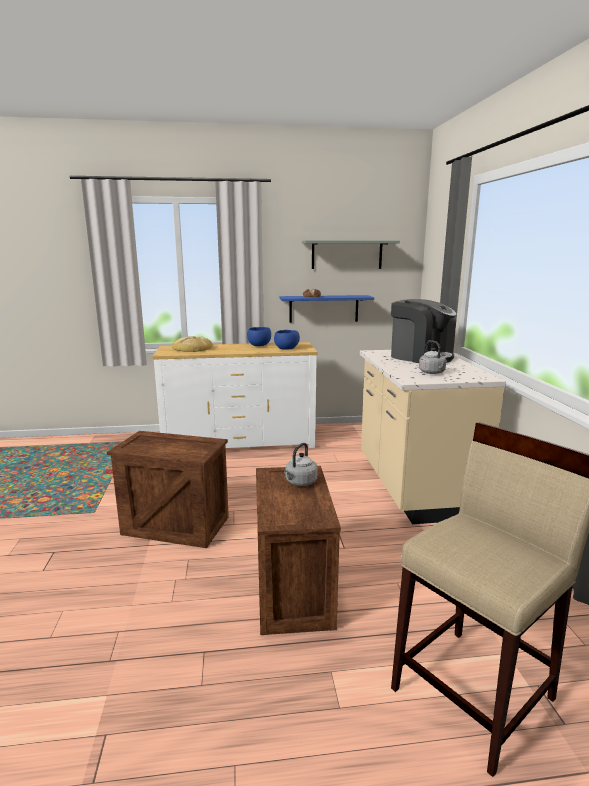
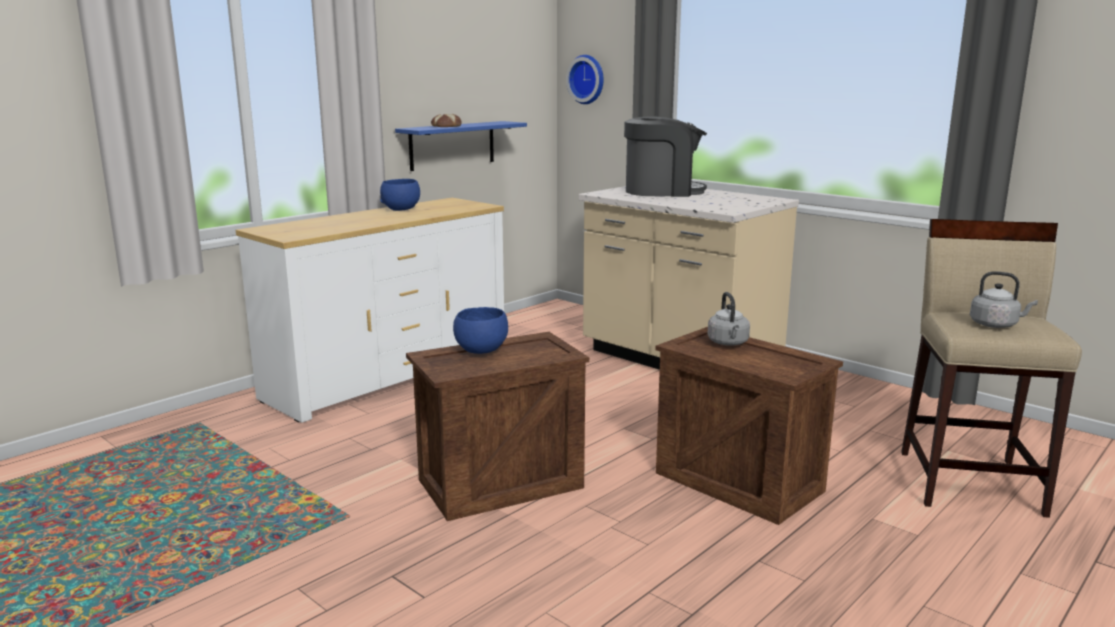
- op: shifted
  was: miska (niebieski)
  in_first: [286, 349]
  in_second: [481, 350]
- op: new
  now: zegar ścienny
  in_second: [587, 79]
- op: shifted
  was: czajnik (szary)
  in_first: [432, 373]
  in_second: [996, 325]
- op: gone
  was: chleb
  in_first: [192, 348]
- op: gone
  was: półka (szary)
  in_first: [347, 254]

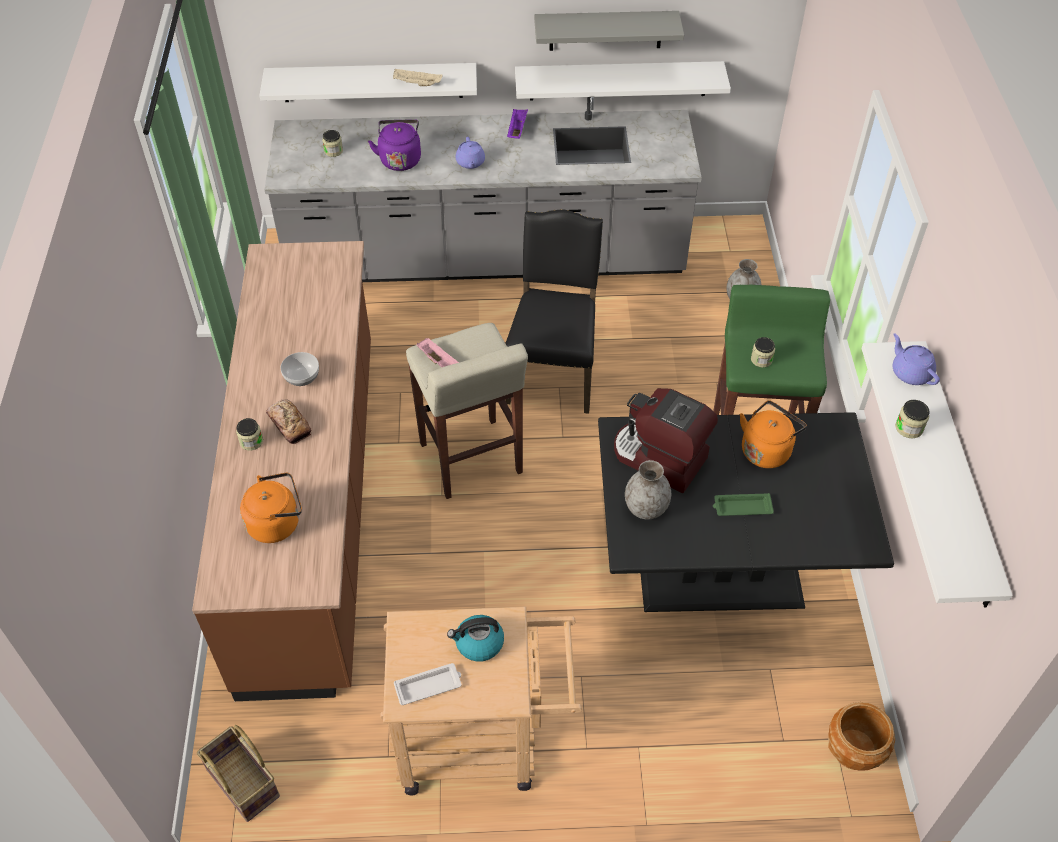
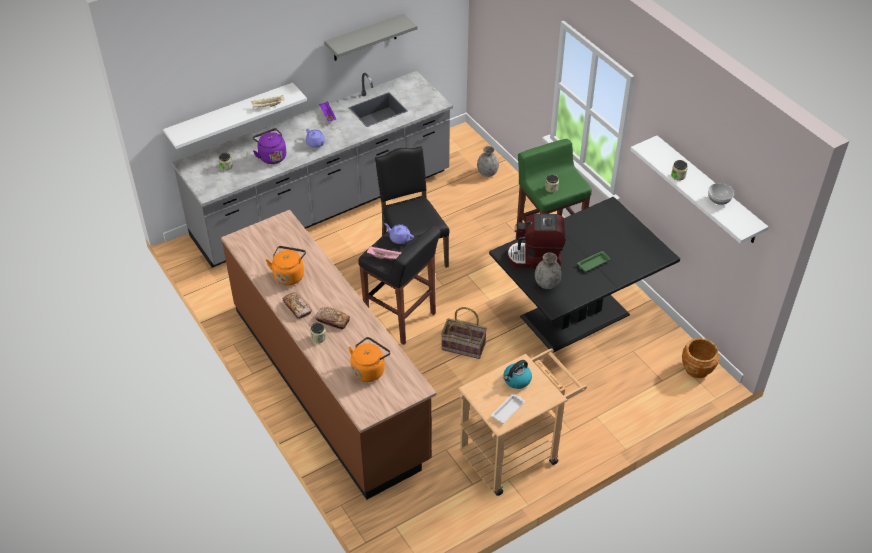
- op: shifted
  was: czajnik (pomarańczowy)
  in_first: [766, 449]
  in_second: [289, 275]
- op: new
  now: chleb
  in_second: [297, 307]
- op: repainted
  was: stołek (beżowy)
  now: stołek (czarny)
  in_first: [471, 459]
  in_second: [401, 318]
- op: shifted
  was: imbryk (fioletowy)
  in_first: [910, 372]
  in_second: [399, 238]
- op: shifted
  was: koszyk
  in_first: [244, 782]
  in_second: [463, 346]
- op: shifted
  was: miska
  in_first: [301, 377]
  in_second: [718, 199]
- op: gone
  was: półka (biały)
  in_first: [618, 80]

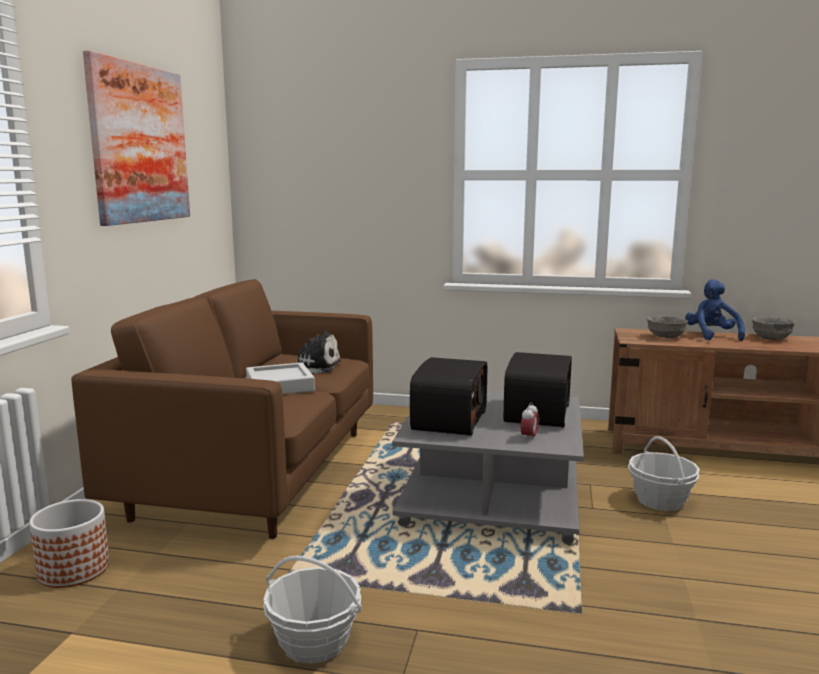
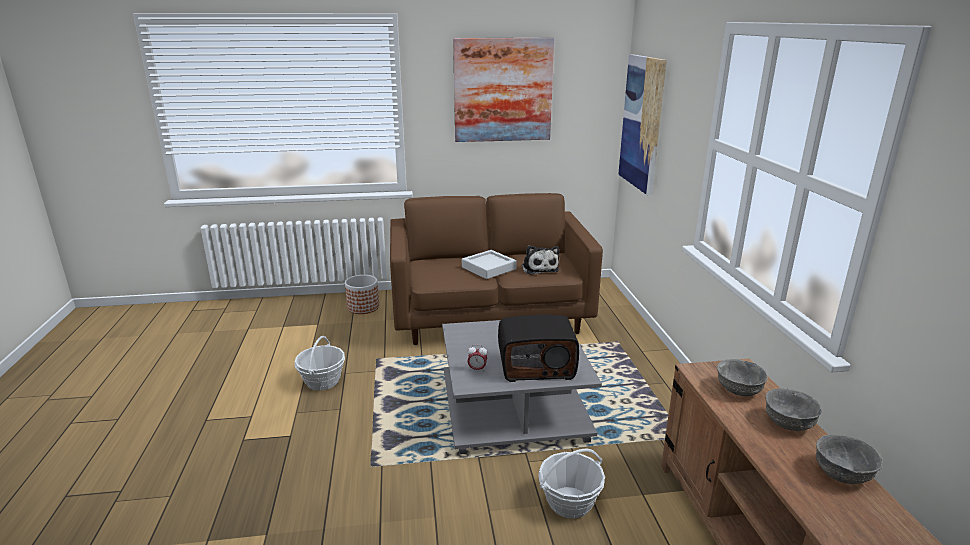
- op: new
  now: obraz
  in_second: [642, 123]
- op: swapped
  was: pluszak (niebieski)
  now: miska (szary)
  in_first: [711, 336]
  in_second: [789, 423]
- op: gone
  was: radio
  in_first: [447, 420]

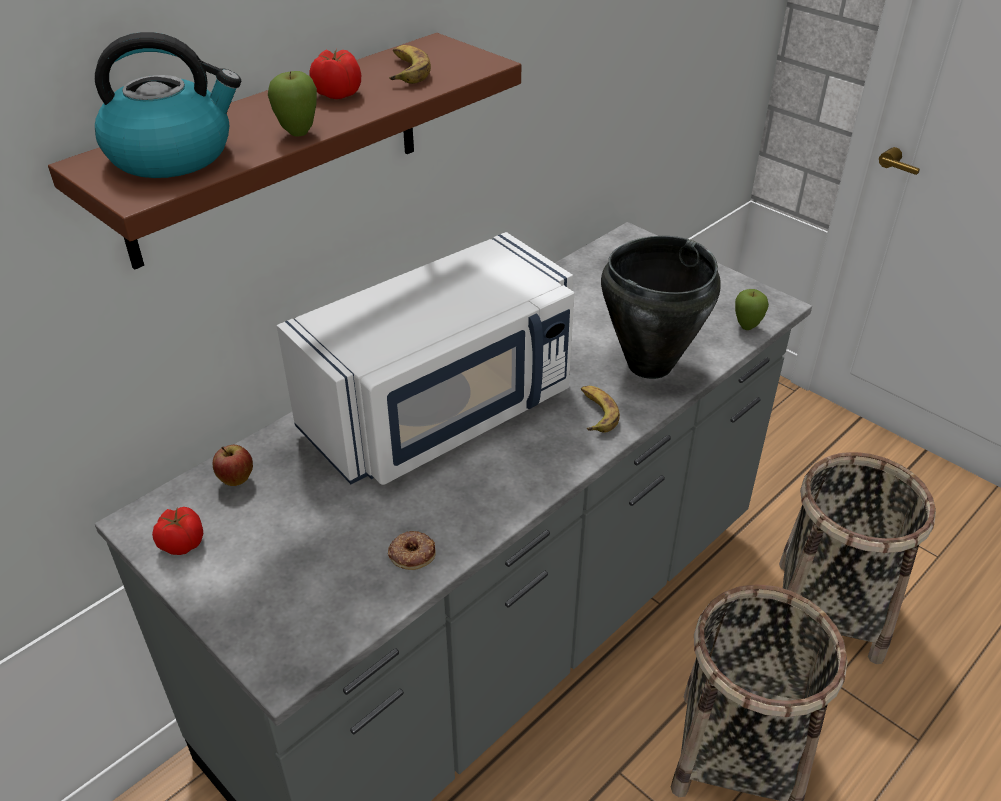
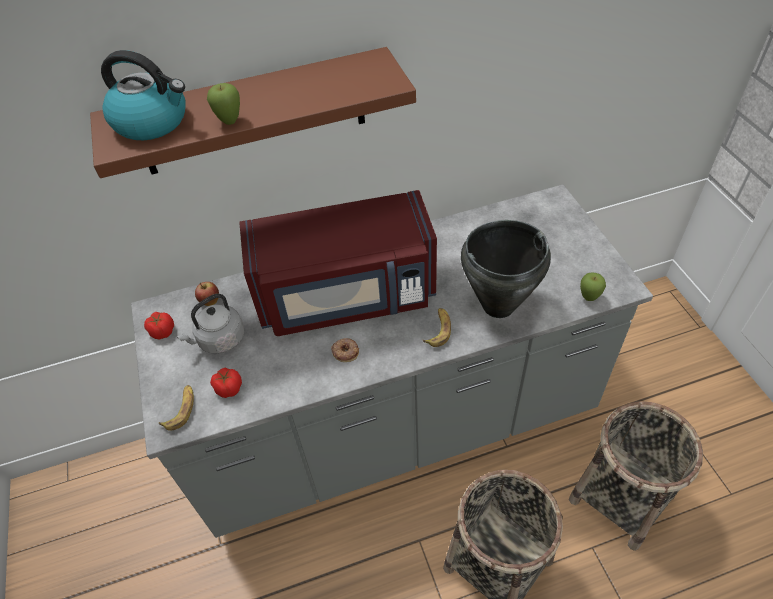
- op: shifted
  was: banan
  in_first: [406, 71]
  in_second: [181, 409]
- op: new
  now: czajnik (szary)
  in_second: [219, 340]
- op: shifted
  was: pomidor
  in_first: [337, 94]
  in_second: [228, 389]
- op: repainted
  was: mikrofalówka (biały)
  now: mikrofalówka (czerwony)
  in_first: [443, 412]
  in_second: [346, 296]
- op: shifted
  was: donut
  in_first: [412, 553]
  in_second: [345, 351]

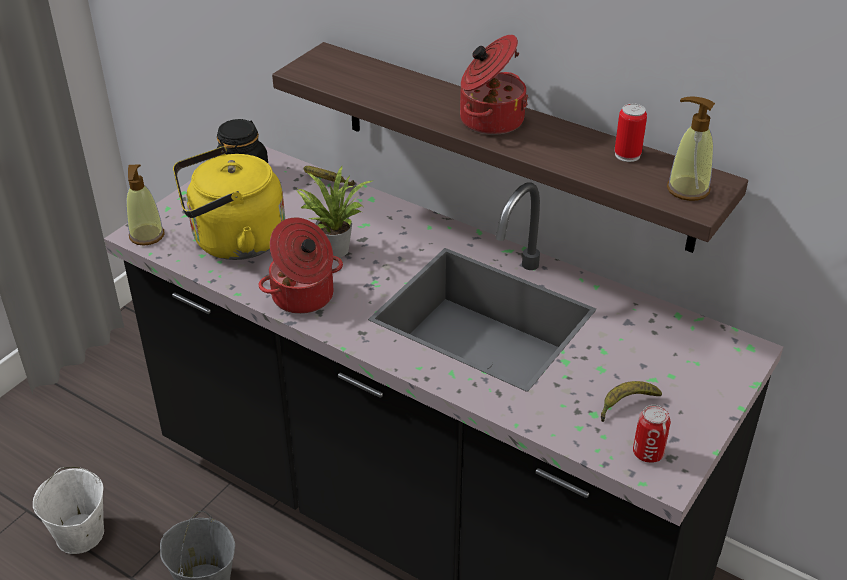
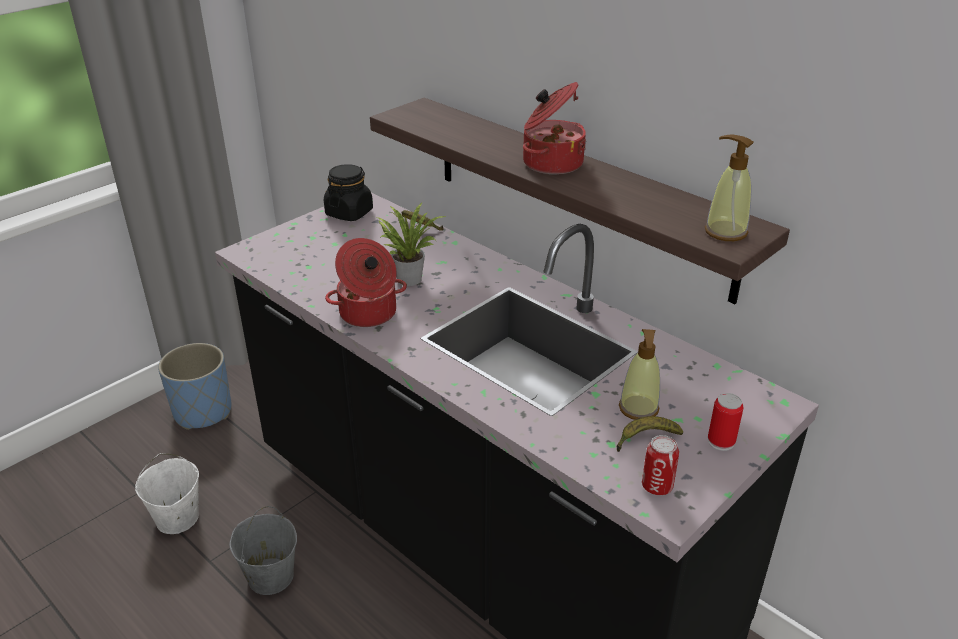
- op: new
  now: donica (niebieski)
  in_second: [203, 412]
- op: shifted
  was: dozownik mydła
  in_first: [146, 236]
  in_second: [638, 408]
- op: shifted
  was: puszka
  in_first: [627, 155]
  in_second: [721, 441]
- op: gone
  was: czajnik (żółty)
  in_first: [233, 242]

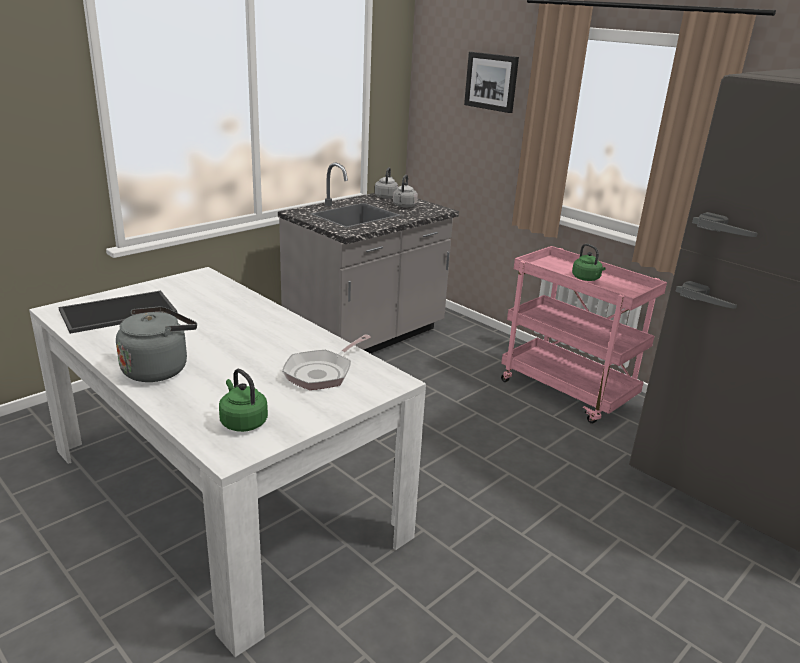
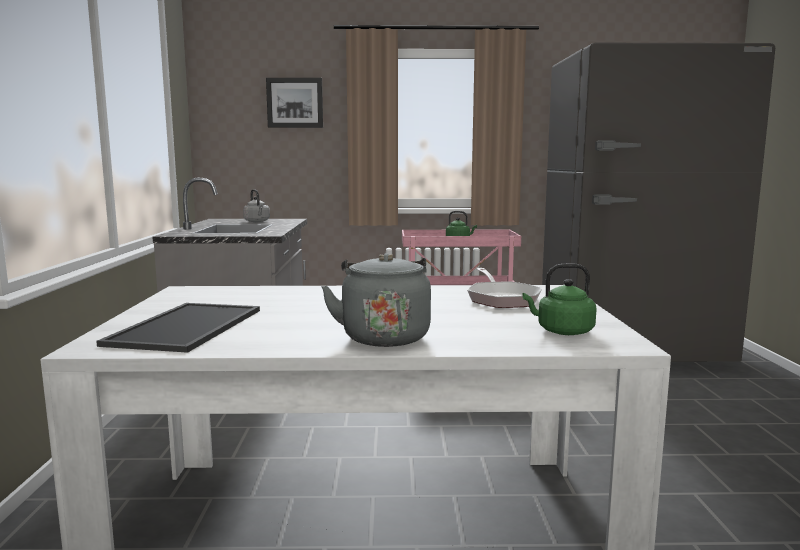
- op: gone
  was: czajnik (szary)
  in_first: [386, 196]

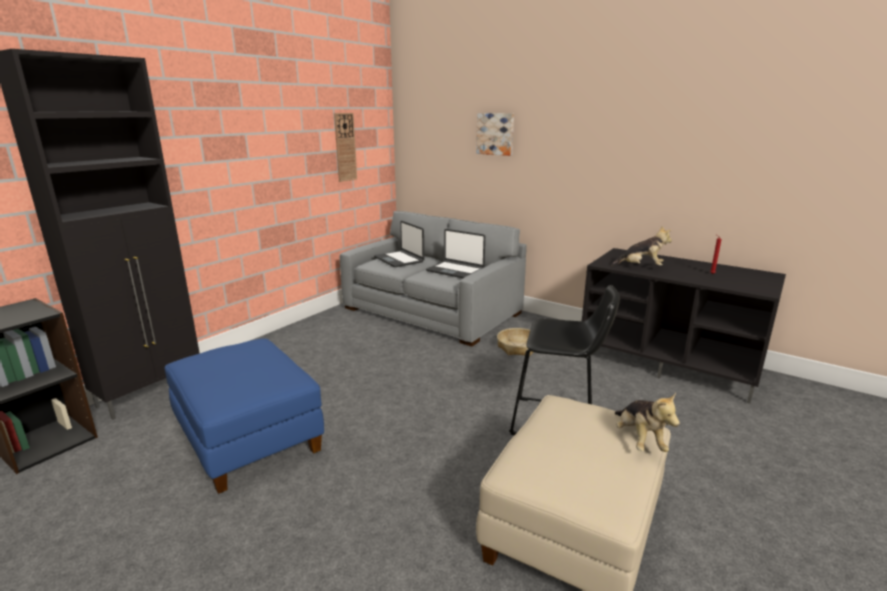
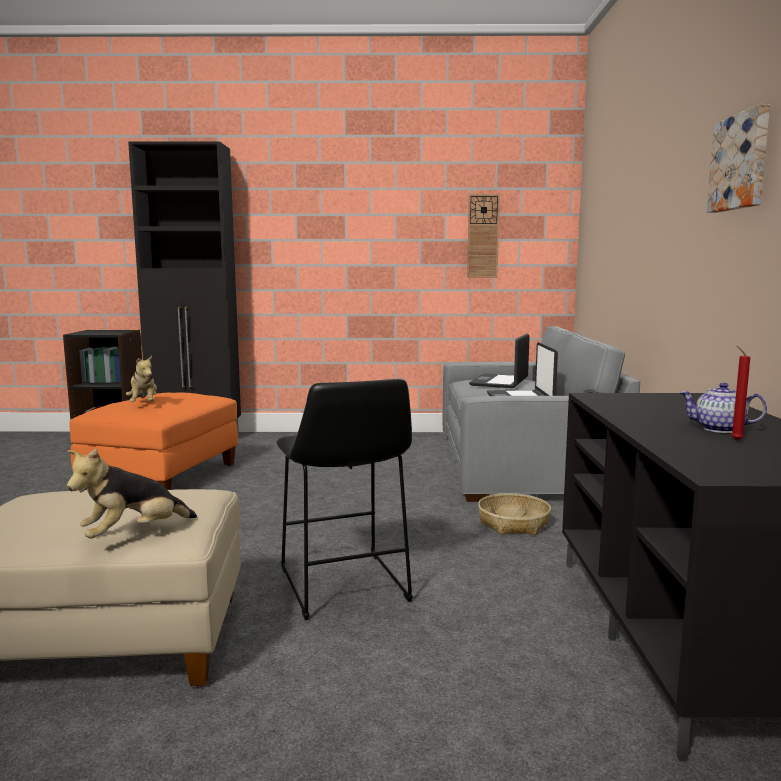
- op: repainted
  was: pufa (niebieski)
  now: pufa (pomarańczowy)
  in_first: [248, 439]
  in_second: [161, 477]
- op: shifted
  was: pluszak
  in_first: [641, 267]
  in_second: [144, 404]
- op: new
  now: imbryk
  in_second: [720, 429]
- op: shifted
  was: obraz
  in_first: [495, 134]
  in_second: [741, 162]

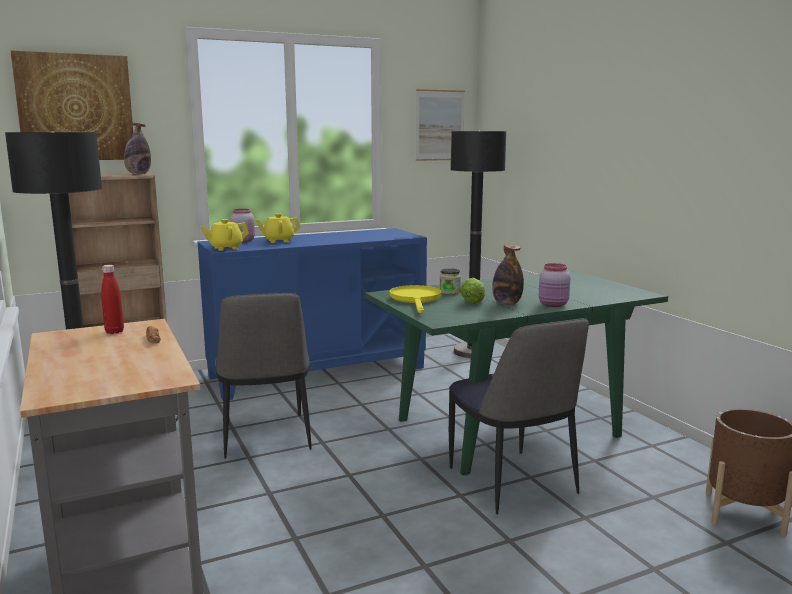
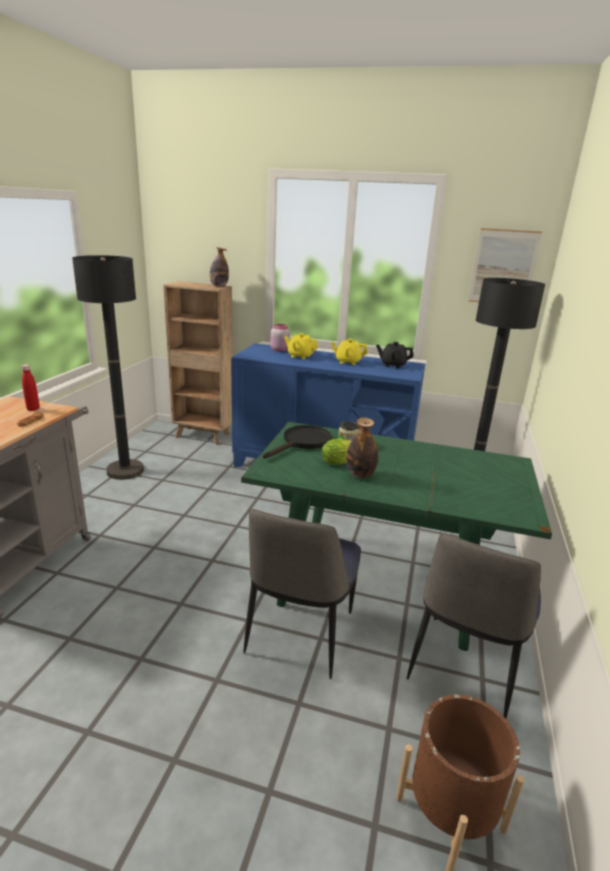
- op: repainted
  was: patelnia (żółty)
  now: patelnia (czarny)
  in_first: [416, 300]
  in_second: [302, 442]
- op: shifted
  was: imbryk (żółty)
  in_first: [225, 248]
  in_second: [348, 362]
- op: new
  now: imbryk (czarny)
  in_second: [393, 365]
- op: shifted
  was: krzesło
  in_first: [266, 437]
  in_second: [463, 667]
- op: gone
  was: obraz
  in_first: [76, 107]
- op: gone
  was: słoik (różowy)
  in_first: [554, 305]

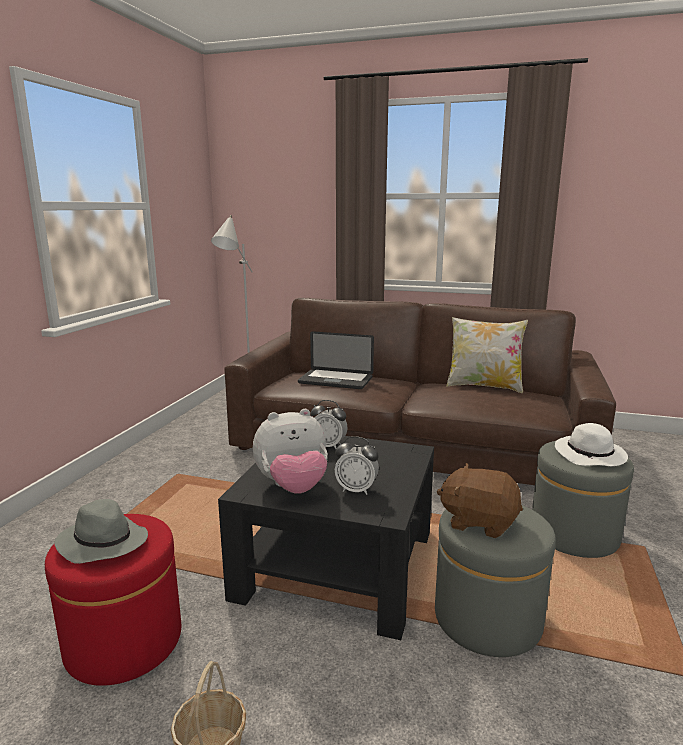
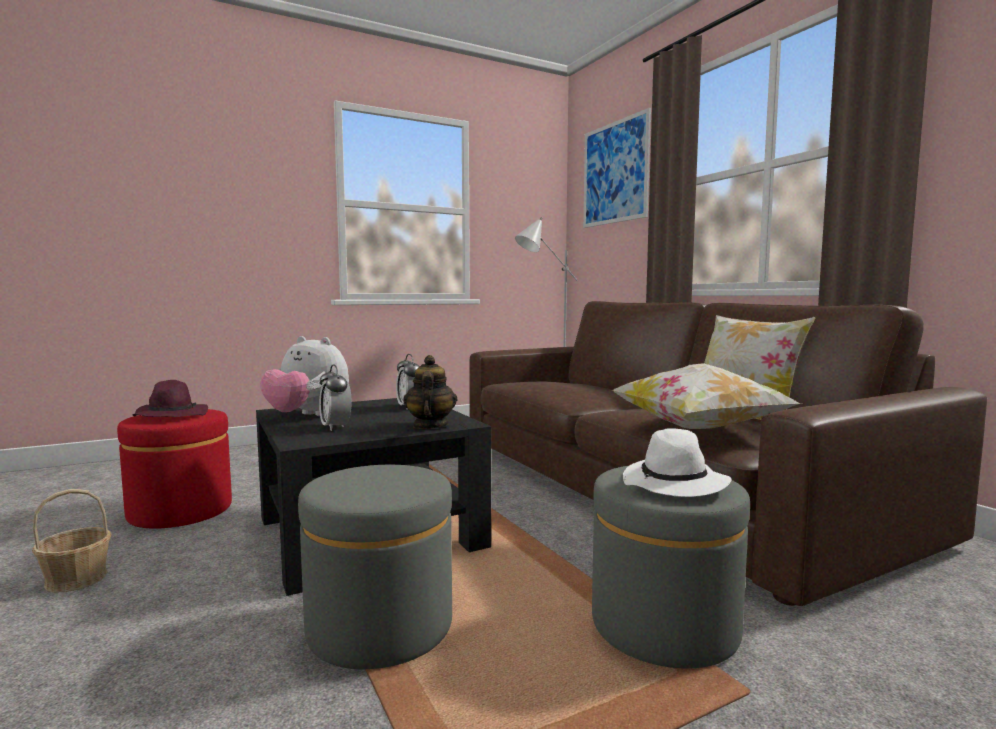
- op: repainted
  was: kapelusz (szary)
  now: kapelusz (fioletowy)
  in_first: [102, 543]
  in_second: [171, 415]
- op: new
  now: imbryk
  in_second: [430, 426]
- op: new
  now: obraz
  in_second: [615, 173]
- op: new
  now: poduszka
  in_second: [699, 429]
- op: gone
  was: laptop
  in_first: [335, 380]
- op: gone
  was: pluszak (brązowy)
  in_first: [479, 521]

